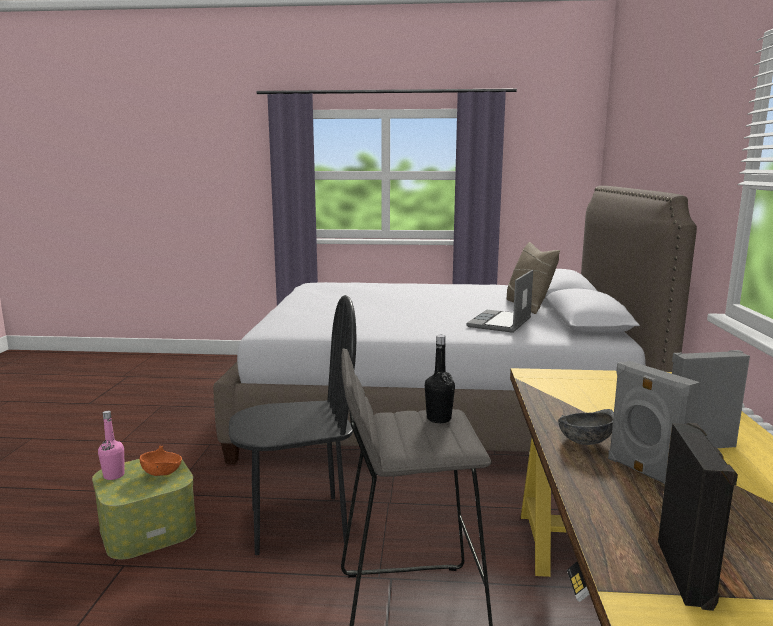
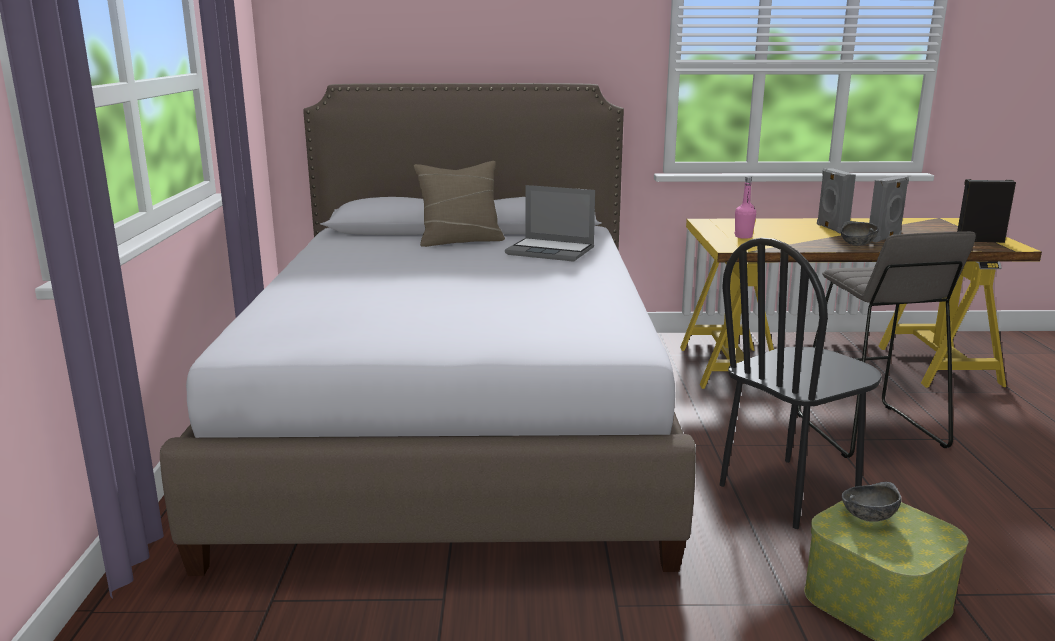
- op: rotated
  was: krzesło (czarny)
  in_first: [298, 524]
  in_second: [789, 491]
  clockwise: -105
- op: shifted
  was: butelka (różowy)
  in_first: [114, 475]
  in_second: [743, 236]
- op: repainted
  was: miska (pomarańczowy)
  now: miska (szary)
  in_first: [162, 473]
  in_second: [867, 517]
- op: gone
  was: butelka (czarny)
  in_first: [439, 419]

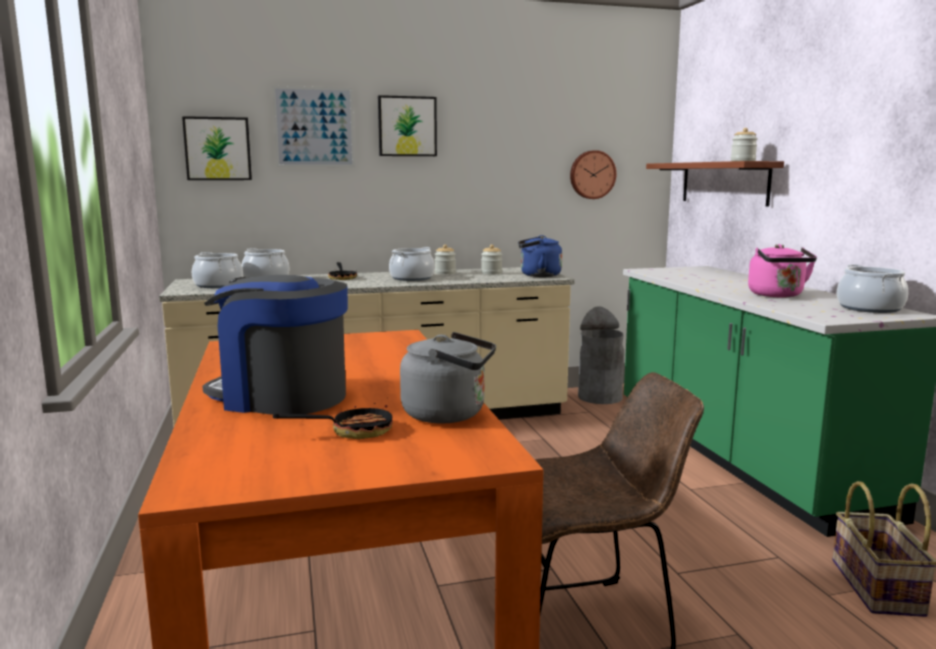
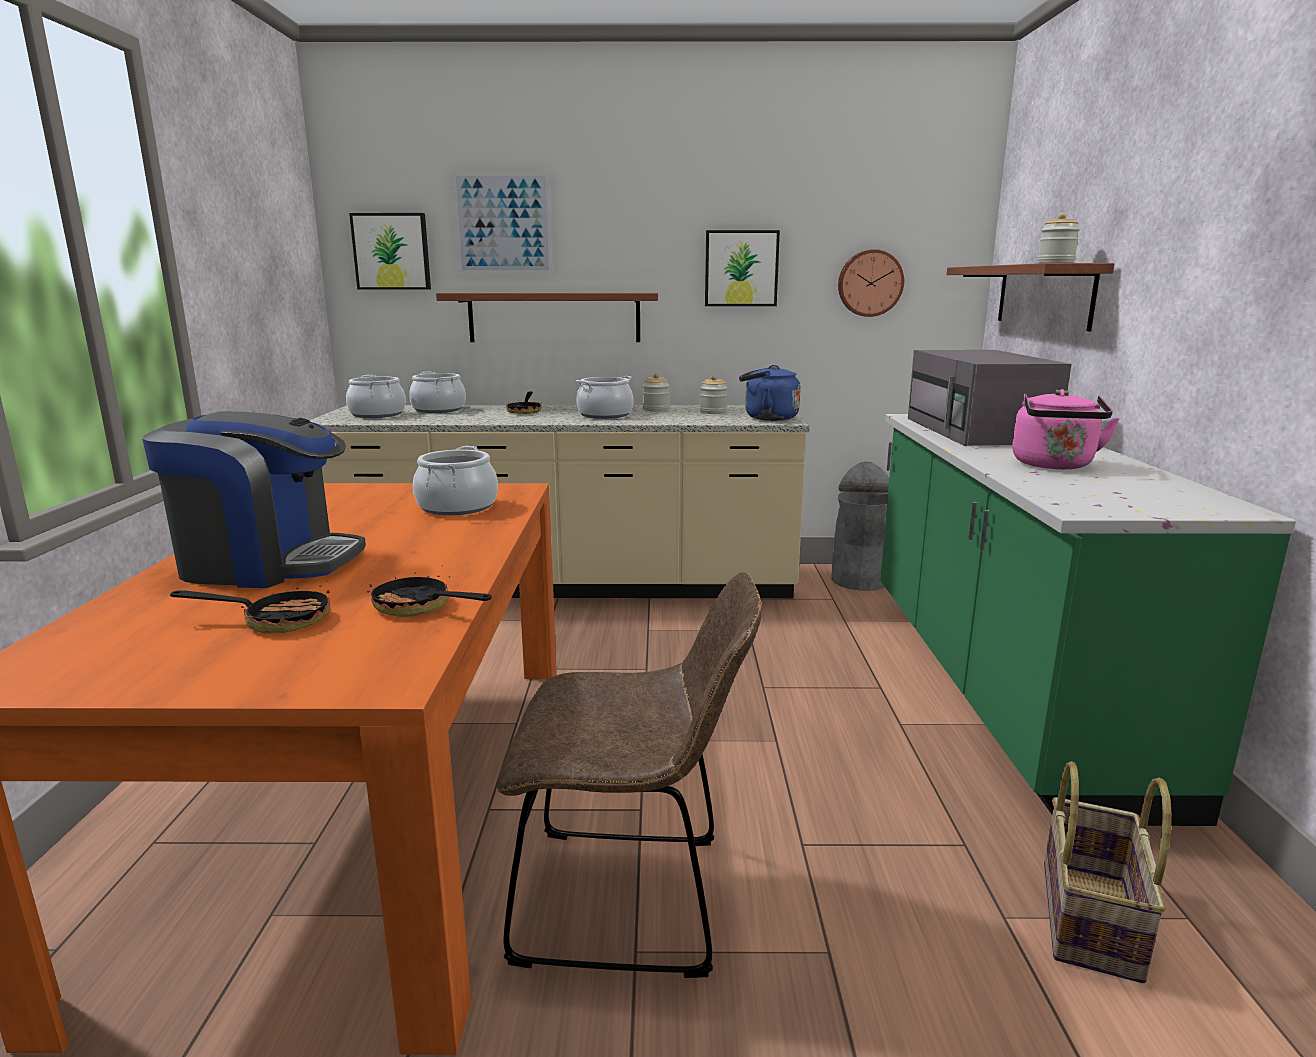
- op: rotated
  was: ekspres do kawy
  in_first: [281, 397]
  in_second: [268, 563]
  clockwise: 150
- op: swapped
  was: czajnik (szary)
  now: patelnia
  in_first: [449, 414]
  in_second: [420, 608]
- op: shifted
  was: garnek
  in_first: [870, 308]
  in_second: [457, 507]
- op: new
  now: półka
  in_second: [554, 317]
- op: shifted
  was: obraz
  in_first: [407, 126]
  in_second: [741, 268]
- op: new
  now: mikrofalówka (szary)
  in_second: [978, 431]

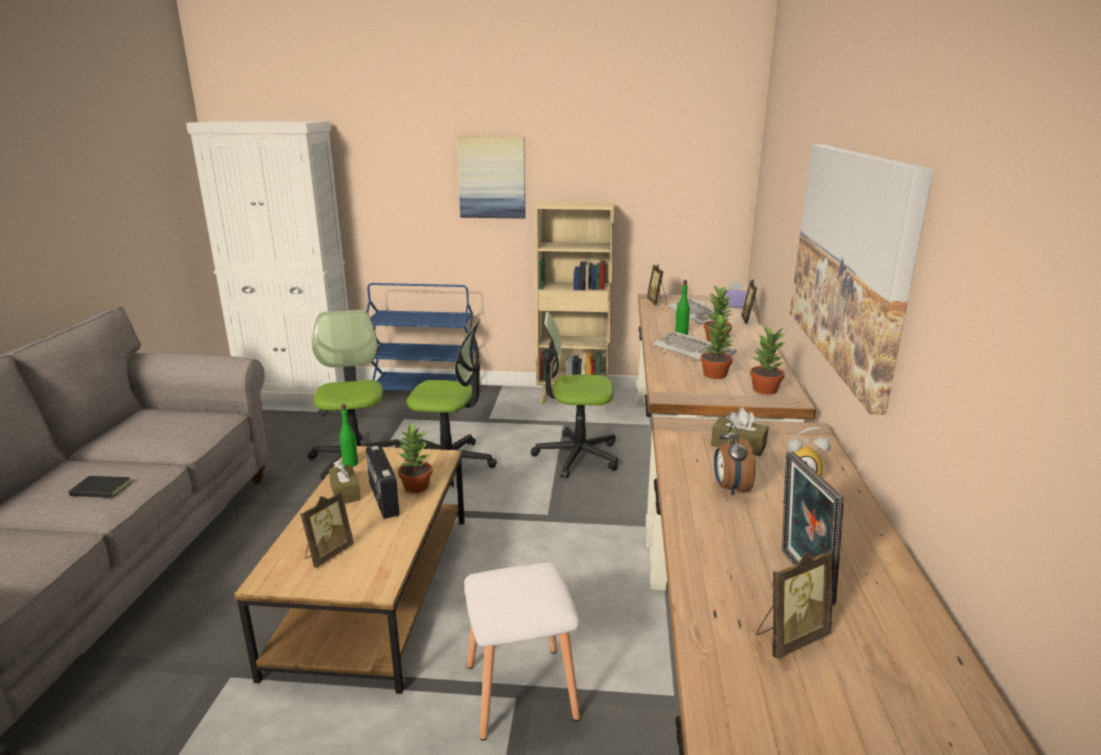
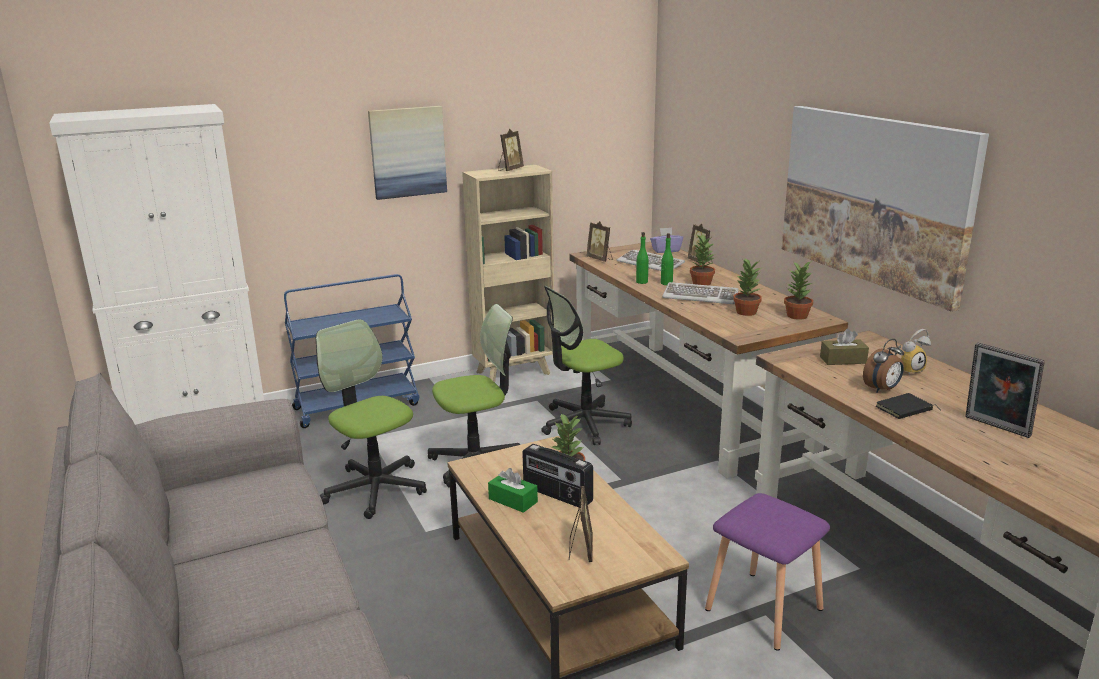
- op: repainted
  was: pudełko chusteczek (brązowy)
  now: pudełko chusteczek (zielony)
  in_first: [345, 492]
  in_second: [513, 500]
- op: shifted
  was: ramka na zdjęcie
  in_first: [789, 638]
  in_second: [510, 170]
- op: shifted
  was: butelka (zielony)
  in_first: [350, 464]
  in_second: [642, 282]
- op: repainted
  was: stołek (biały)
  now: stołek (fioletowy)
  in_first: [519, 690]
  in_second: [761, 609]
- op: rotated
  was: budzik
  in_first: [730, 488]
  in_second: [882, 389]
  clockwise: -90
- op: shifted
  was: książka (czarny)
  in_first: [100, 490]
  in_second: [905, 410]

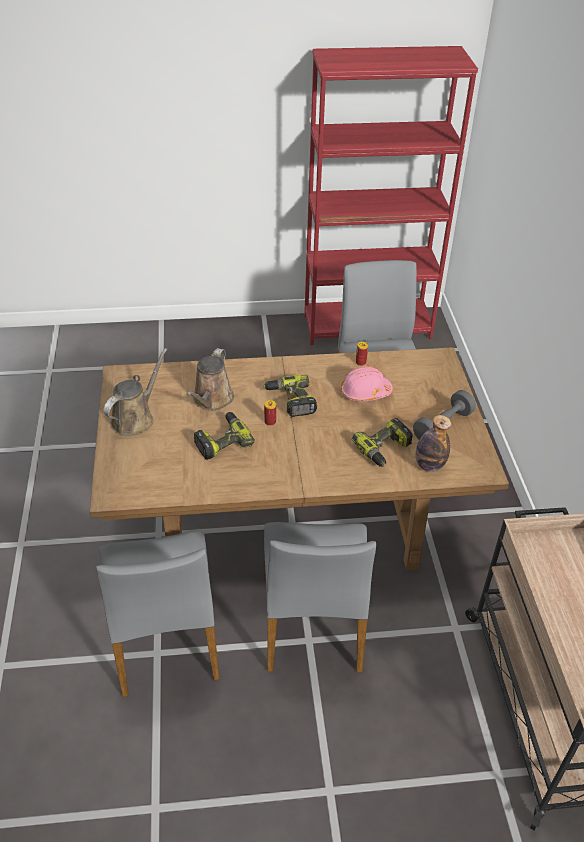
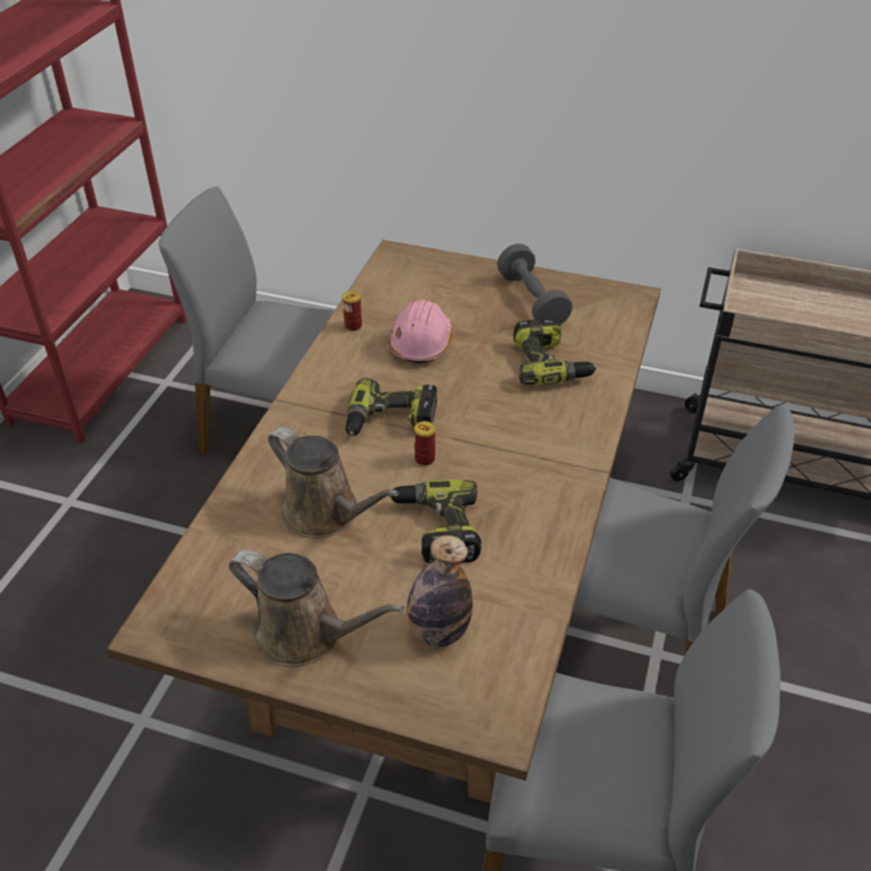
- op: rotated
  was: konewka (brązowy)
  in_first: [135, 418]
  in_second: [305, 634]
  clockwise: 150
- op: shifted
  was: butelka
  in_first: [429, 465]
  in_second: [438, 631]

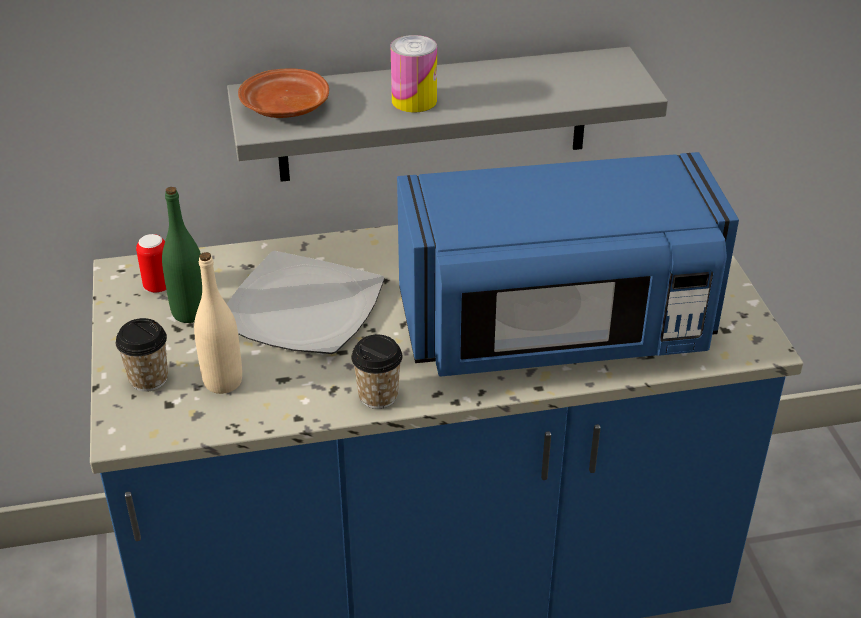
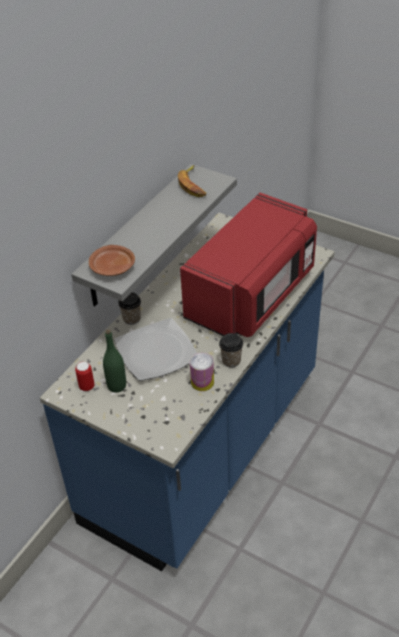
- op: shifted
  was: filiżanka
  in_first: [148, 379]
  in_second: [131, 319]
- op: new
  now: banan
  in_second: [193, 185]
- op: repainted
  was: mikrofalówka (niebieski)
  now: mikrofalówka (czerwony)
  in_first: [557, 330]
  in_second: [251, 294]
- op: shifted
  was: puszka
  in_first: [414, 101]
  in_second: [202, 382]
- op: gone
  was: butelka (beżowy)
  in_first: [223, 382]

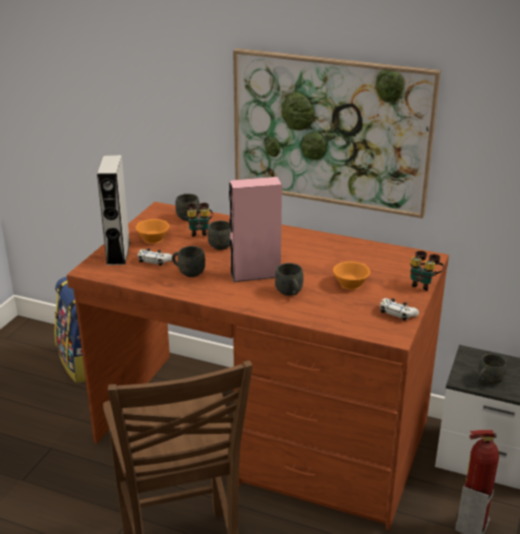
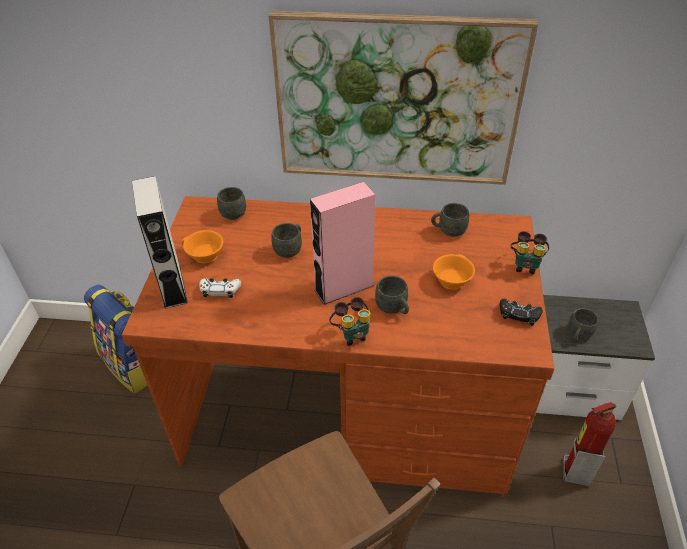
- op: shifted
  was: lornetka
  in_first: [198, 232]
  in_second: [351, 333]
- op: shifted
  was: kubek (szary)
  in_first: [188, 272]
  in_second: [448, 231]
- op: repainted
  was: pad do gier (biały)
  now: pad do gier (czarny)
  in_first: [397, 313]
  in_second: [519, 314]

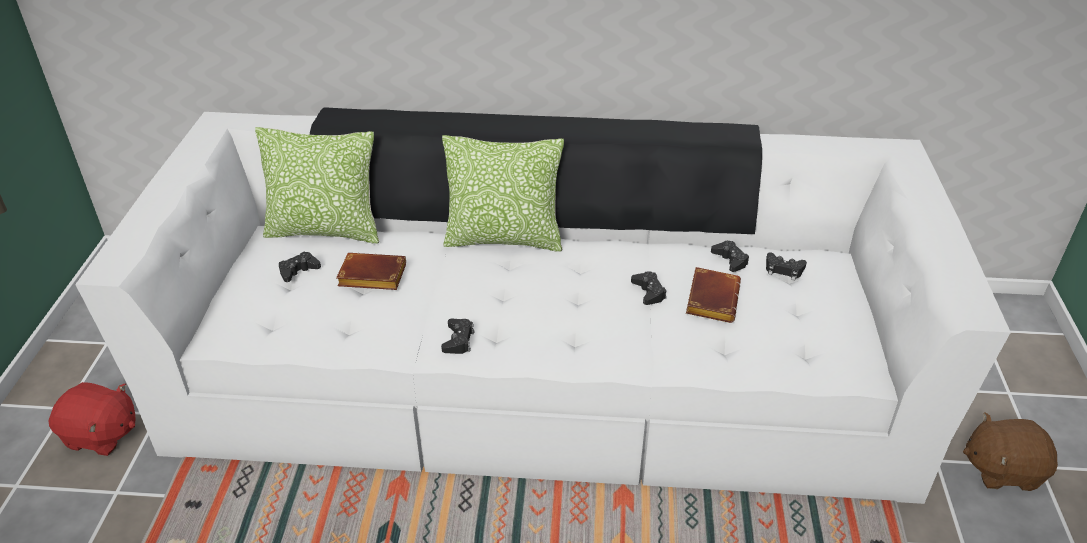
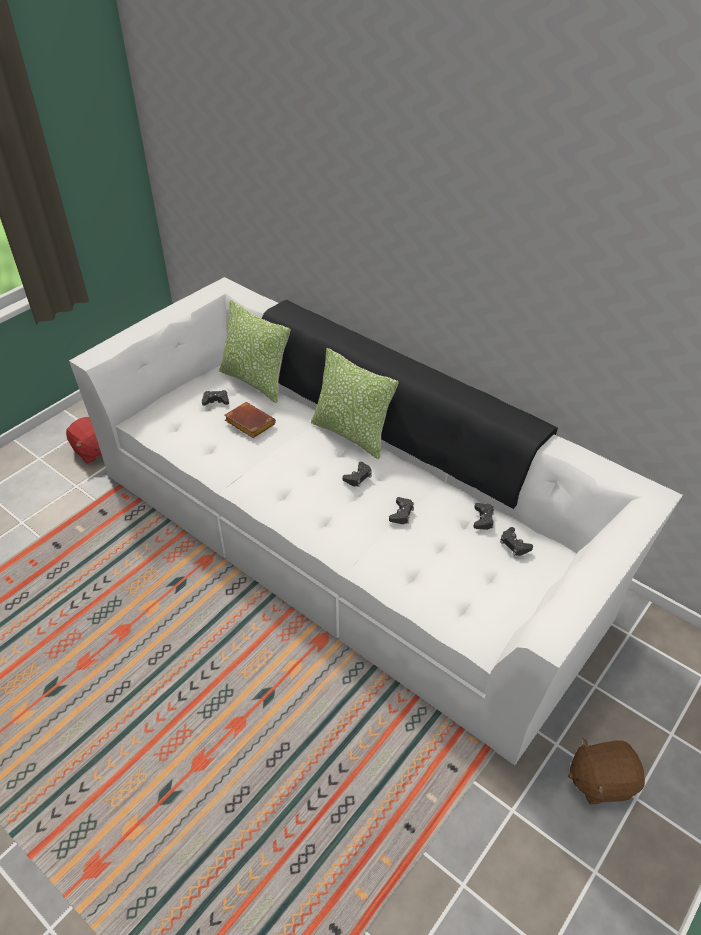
- op: shifted
  was: pad do gier (czarny)
  in_first: [458, 340]
  in_second: [358, 477]
- op: rotated
  was: pluszak (brązowy)
  in_first: [1001, 469]
  in_second: [601, 780]
  clockwise: -45
- op: gone
  was: książka (brązowy)
  in_first: [710, 298]

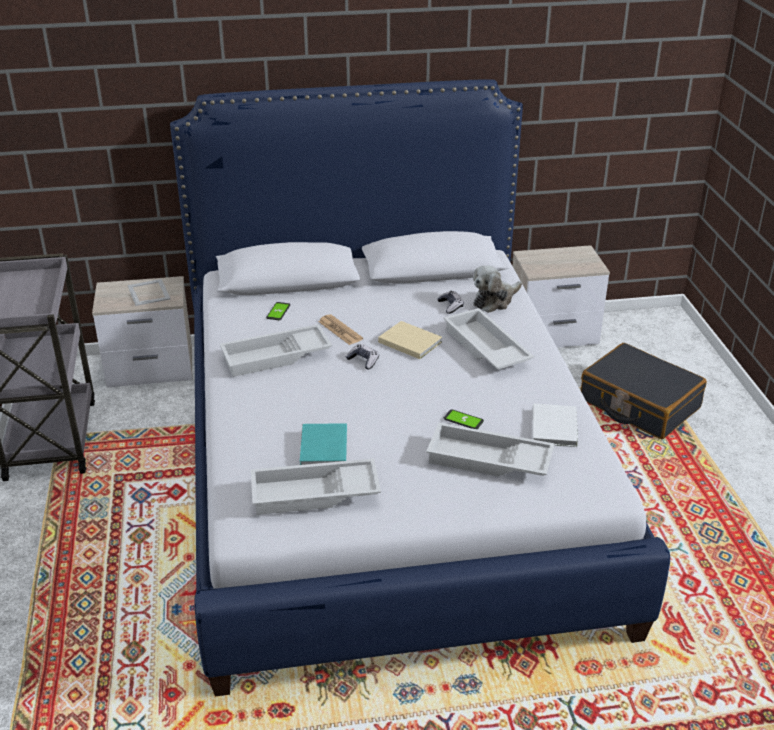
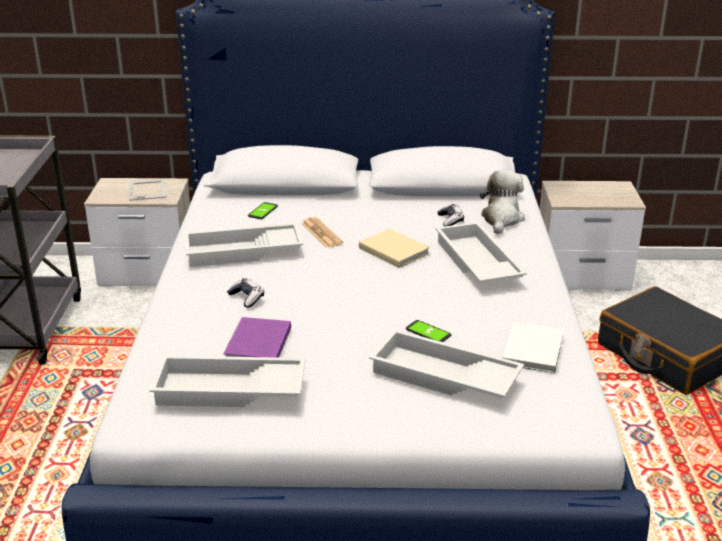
- op: repainted
  was: książka (turkusowy)
  now: książka (fioletowy)
  in_first: [322, 448]
  in_second: [256, 345]
- op: shifted
  was: pad do gier
  in_first: [363, 361]
  in_second: [247, 298]
- op: rotated
  was: pluszak
  in_first: [494, 300]
  in_second: [501, 219]
  clockwise: 135

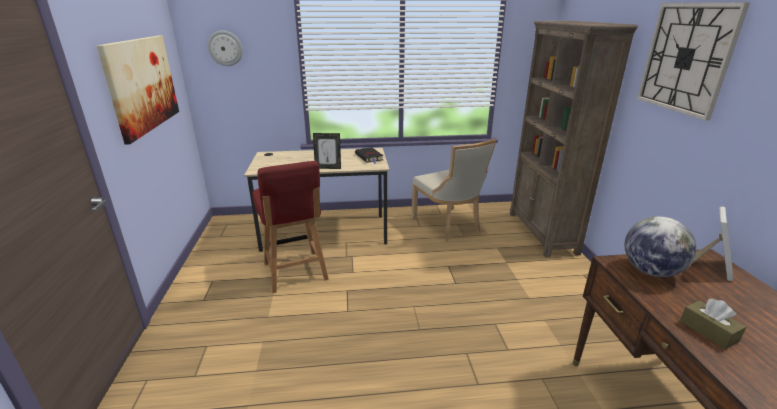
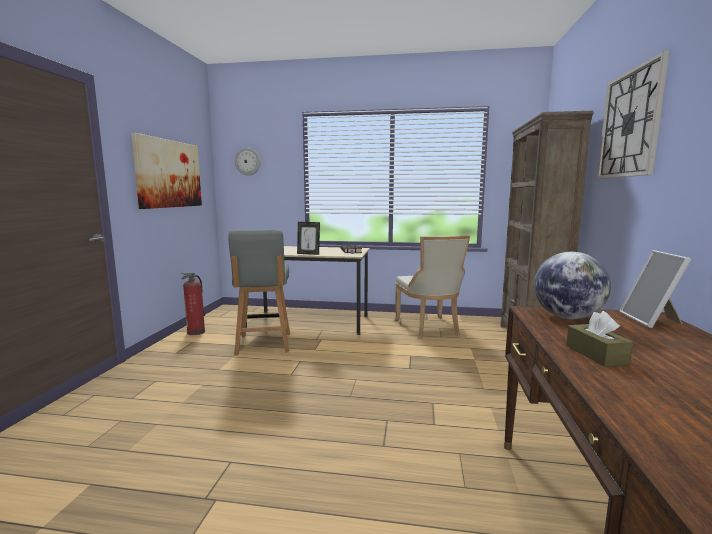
- op: new
  now: gaśnica
  in_second: [196, 332]
- op: repainted
  was: krzesło (czerwony)
  now: krzesło (szary)
  in_first: [295, 272]
  in_second: [263, 344]
- op: rotated
  was: ramka na zdjęcie
  in_first: [712, 266]
  in_second: [651, 320]
  clockwise: 135

